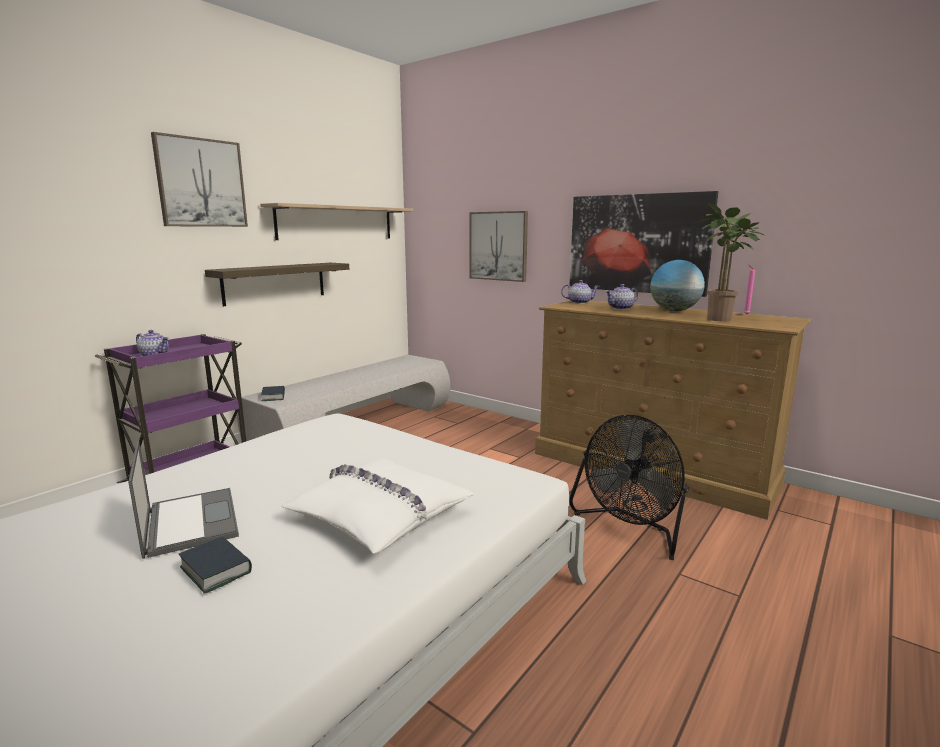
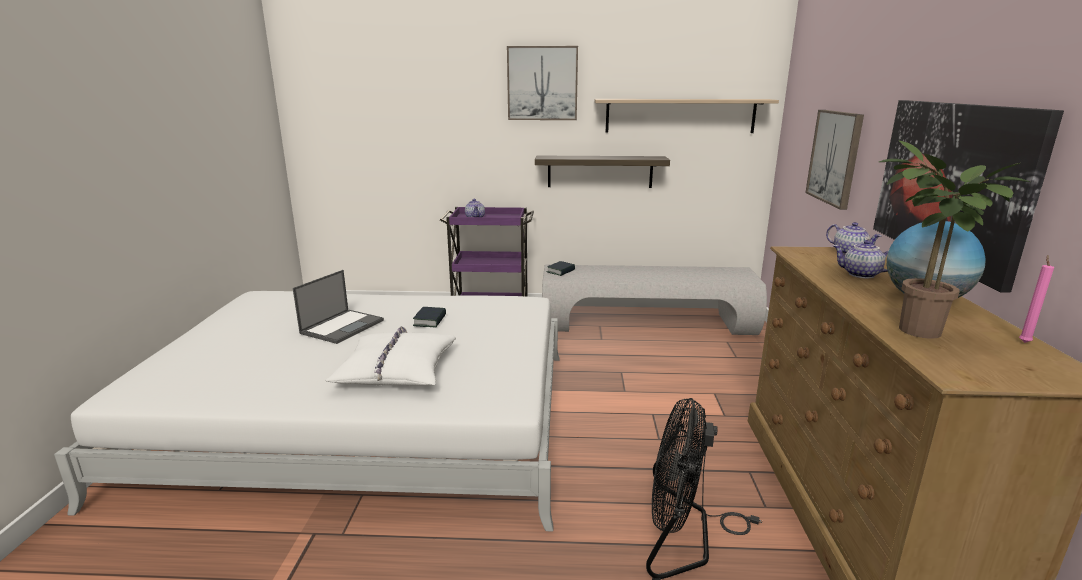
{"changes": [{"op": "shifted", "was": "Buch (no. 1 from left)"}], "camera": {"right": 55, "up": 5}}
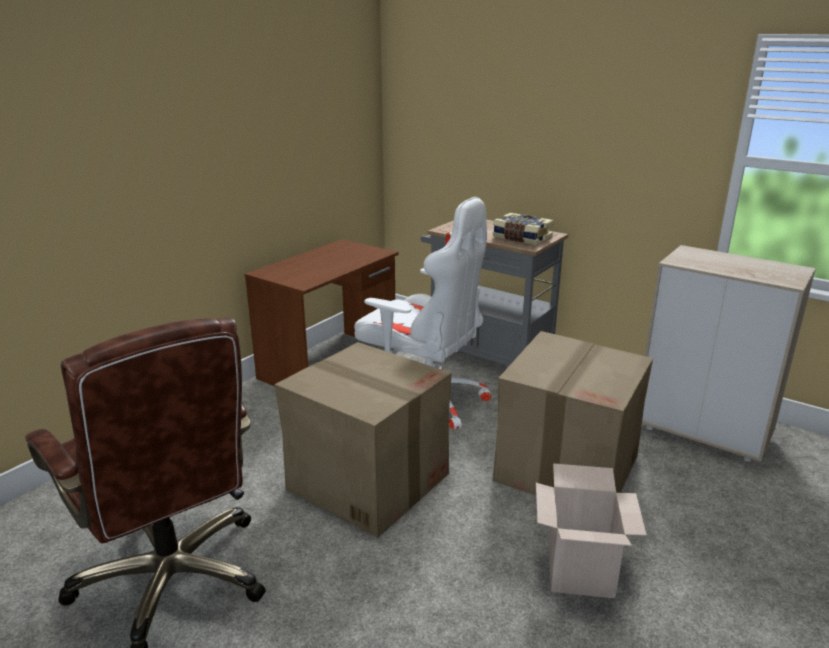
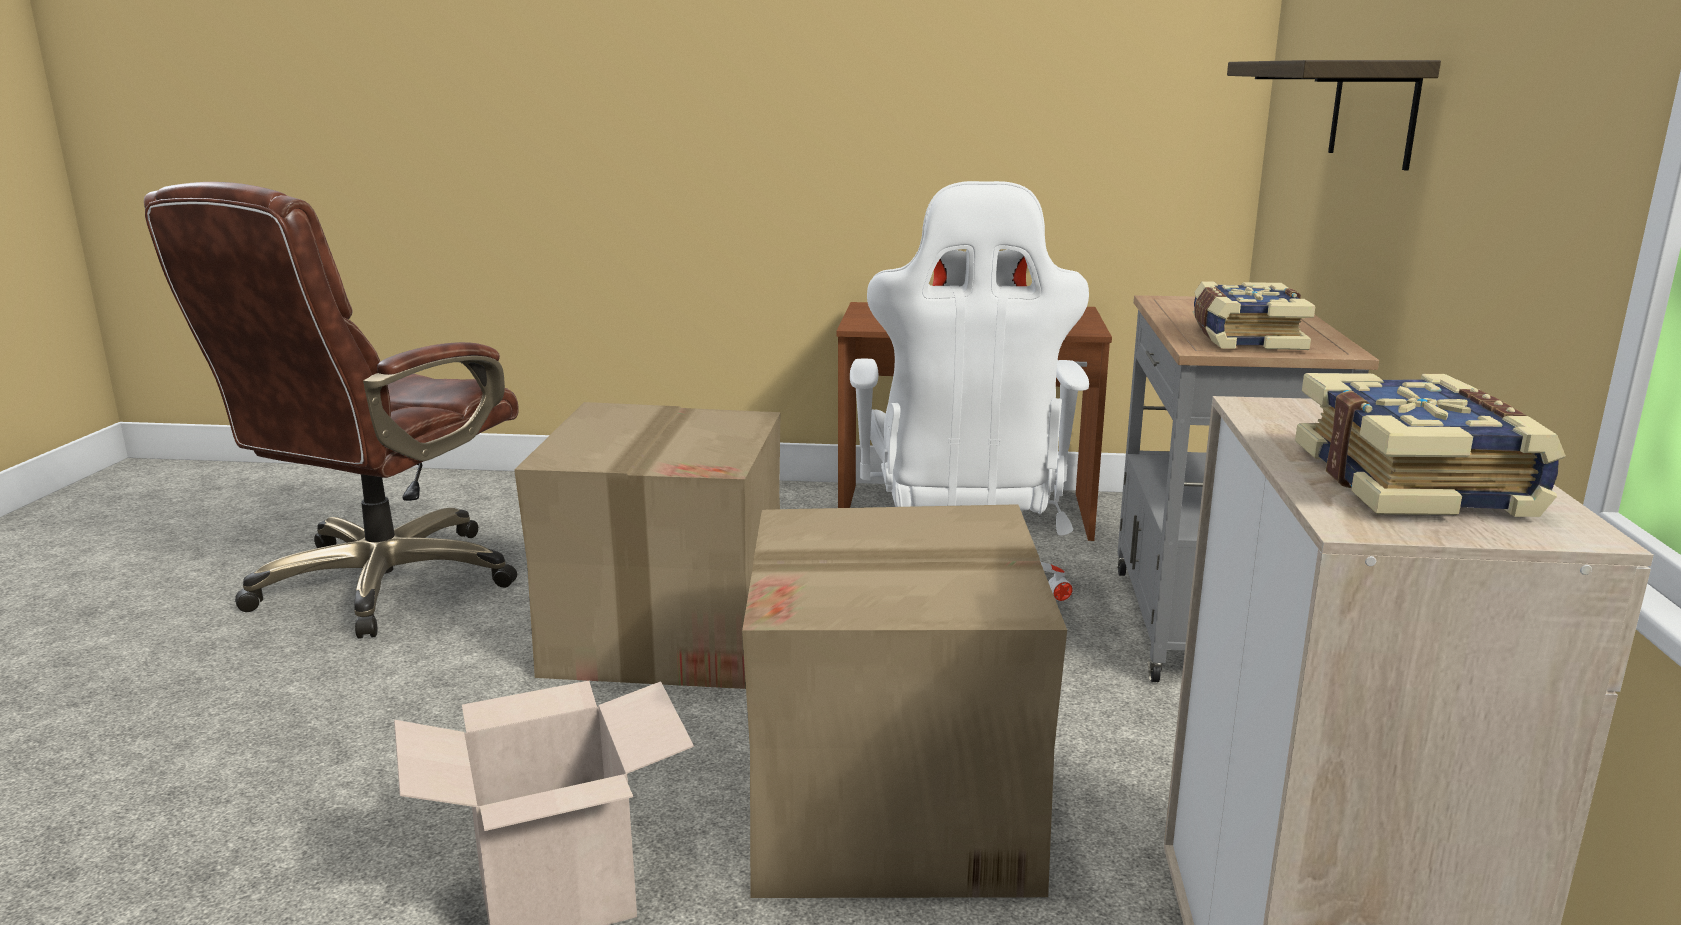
{"changes": [{"op": "new", "now": "Wandregal"}, {"op": "new", "now": "Buch (no. 2 from left)"}], "camera": {"right": 60, "up": -5}}
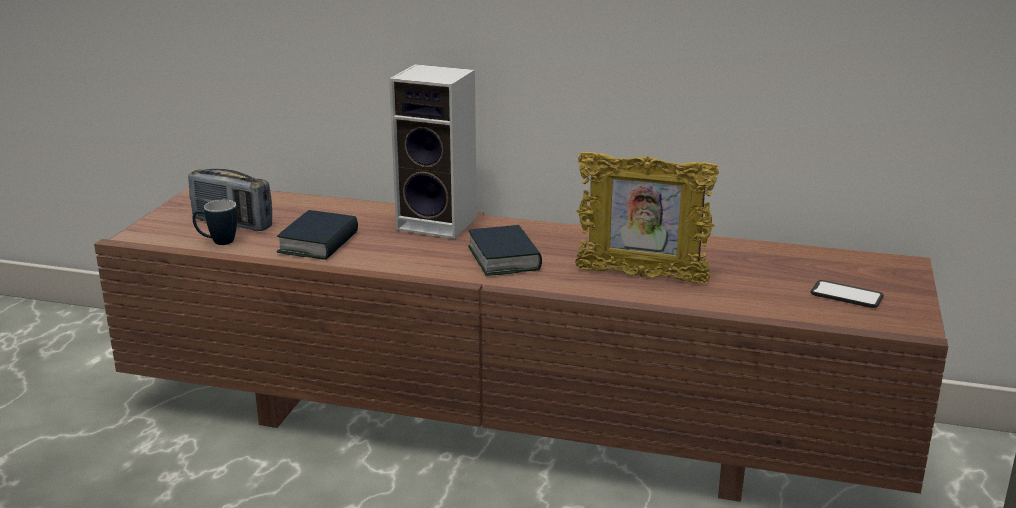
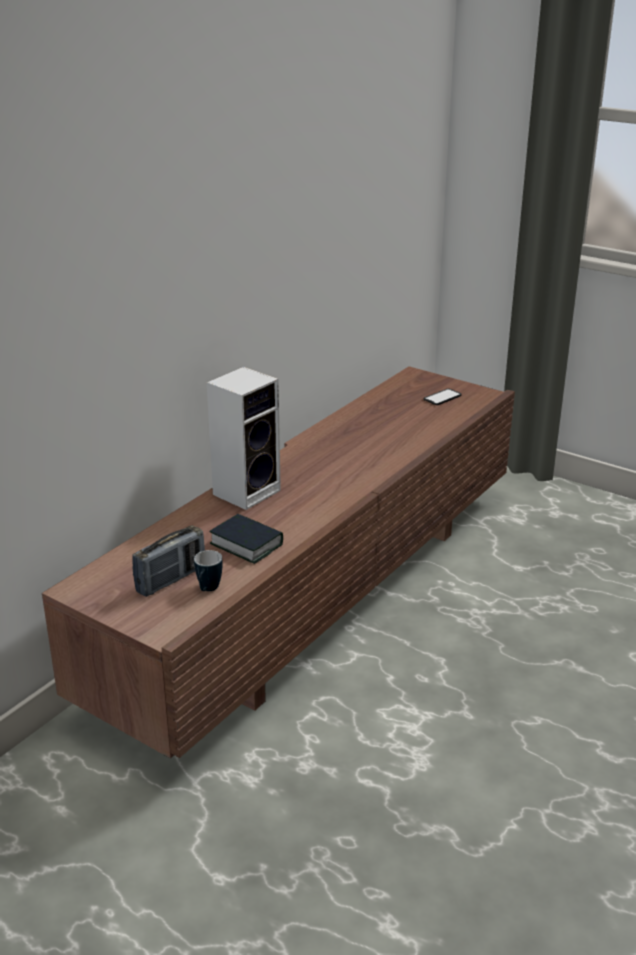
{"changes": [{"op": "gone", "was": "Buch (no. 2 from left)"}, {"op": "gone", "was": "Bilderrahmen"}], "camera": {"right": -70, "up": 5}}
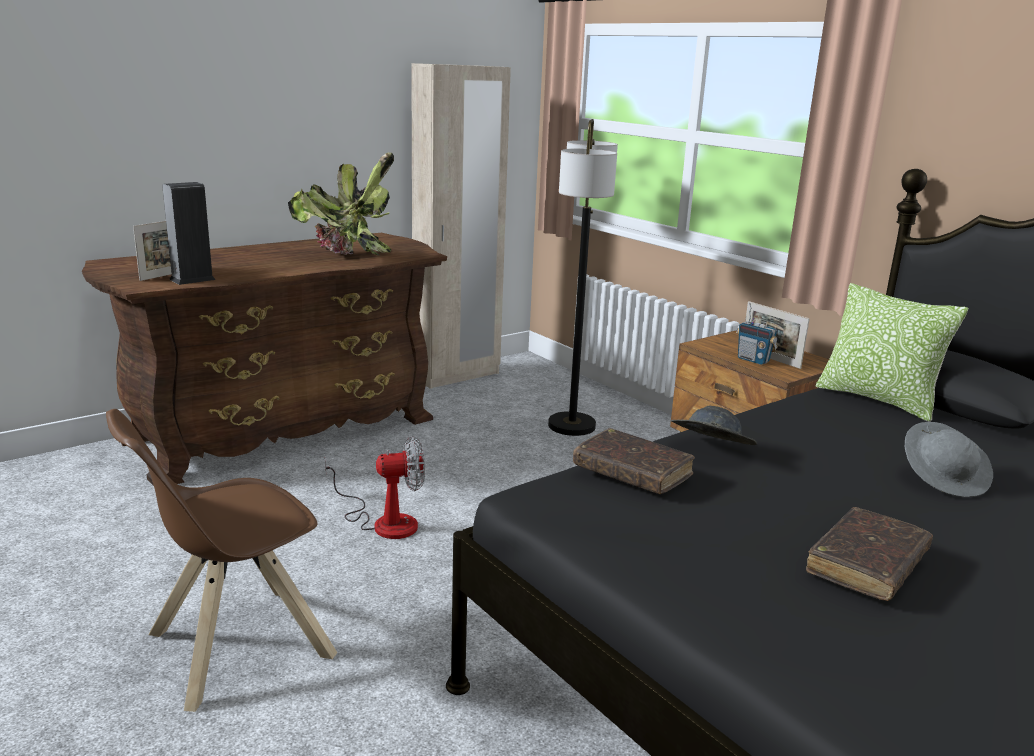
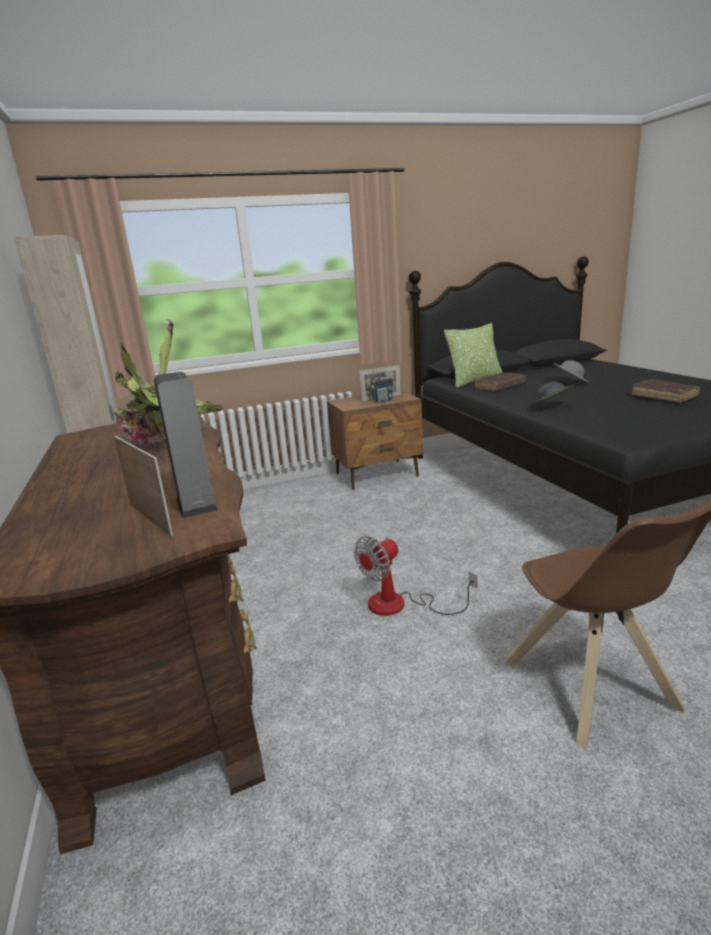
{"changes": [{"op": "rotated", "was": "Ventilator", "clockwise": -135}, {"op": "shifted", "was": "Buch (braun) (no. 1 from left)"}, {"op": "gone", "was": "Stehlampe"}], "camera": {"right": -70, "up": 0}}
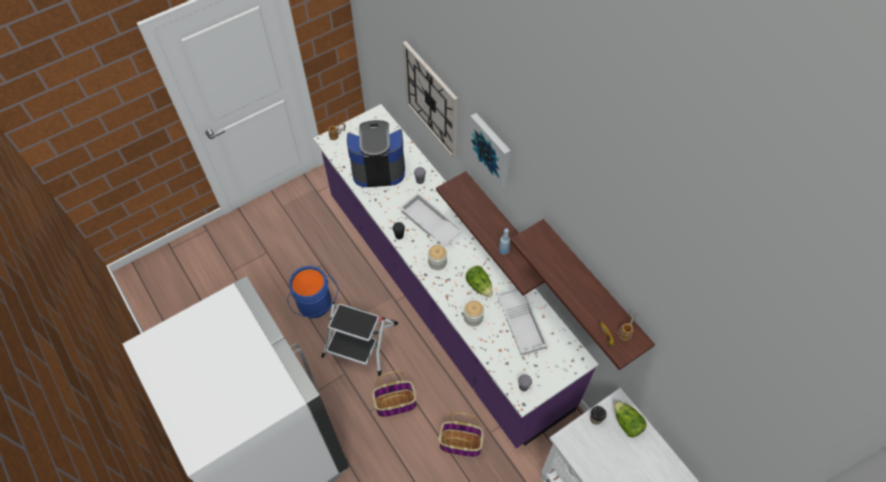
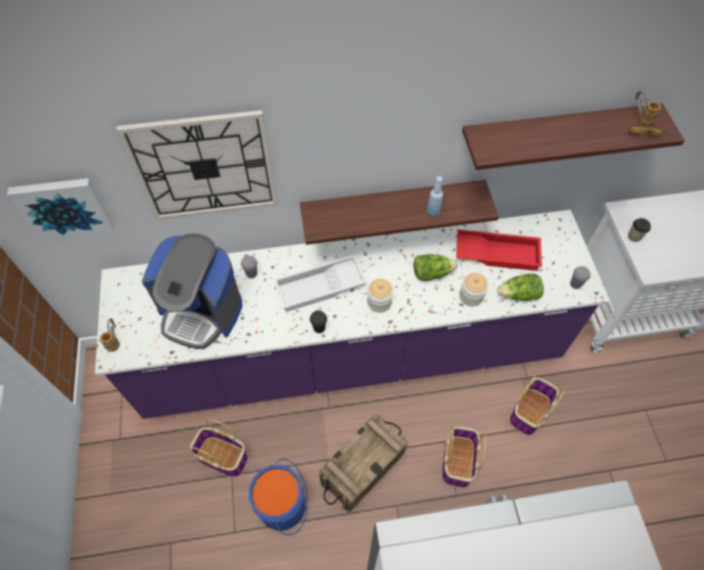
{"changes": [{"op": "shifted", "was": "Bild"}, {"op": "rotated", "was": "Kaffeemaschine", "clockwise": -90}, {"op": "new", "now": "Korb (no. 1 from left)"}, {"op": "swapped", "was": "Trittleiter", "now": "Kiste"}, {"op": "repainted", "was": "Tablett (weiß) (no. 2 from left)", "now": "Tablett (rot)"}, {"op": "shifted", "was": "Salatkopf (no. 2 from left)"}], "camera": {"right": -65, "up": 0}}
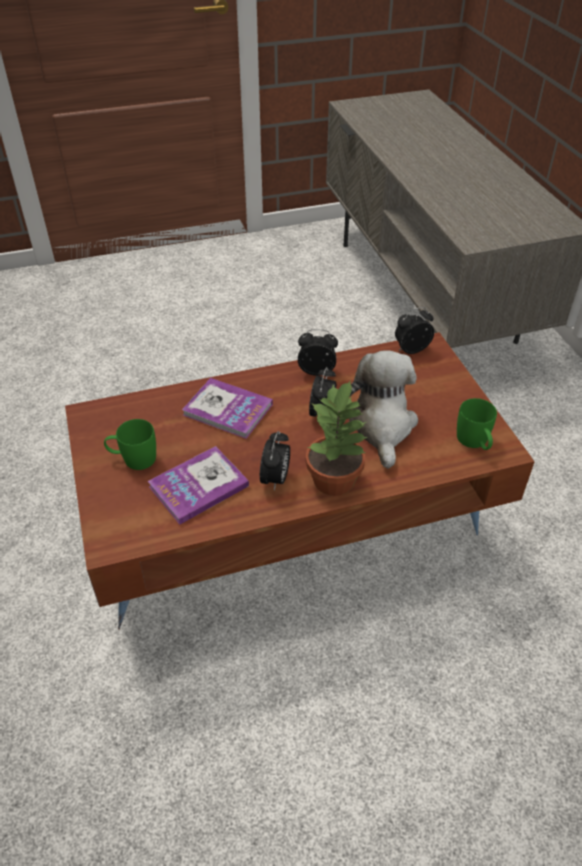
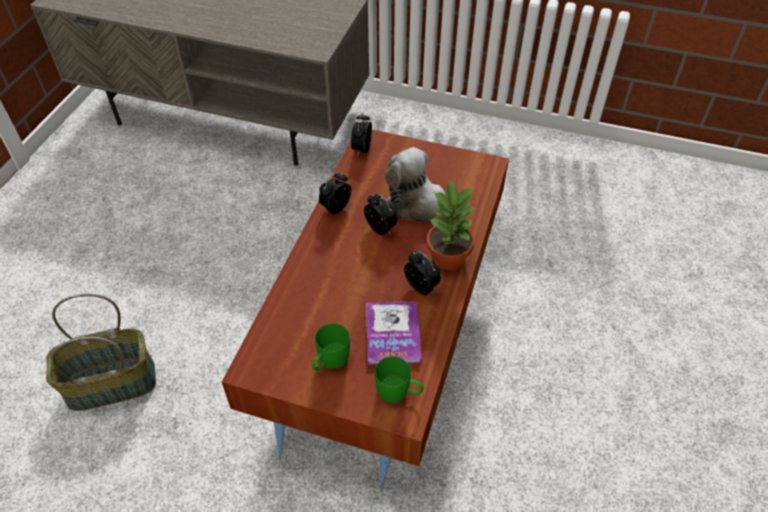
{"changes": [{"op": "new", "now": "Korb"}, {"op": "shifted", "was": "Henkelbecher (grün) (no. 2 from left)"}, {"op": "gone", "was": "Buch (no. 2 from left)"}], "camera": {"right": -55, "up": 5}}
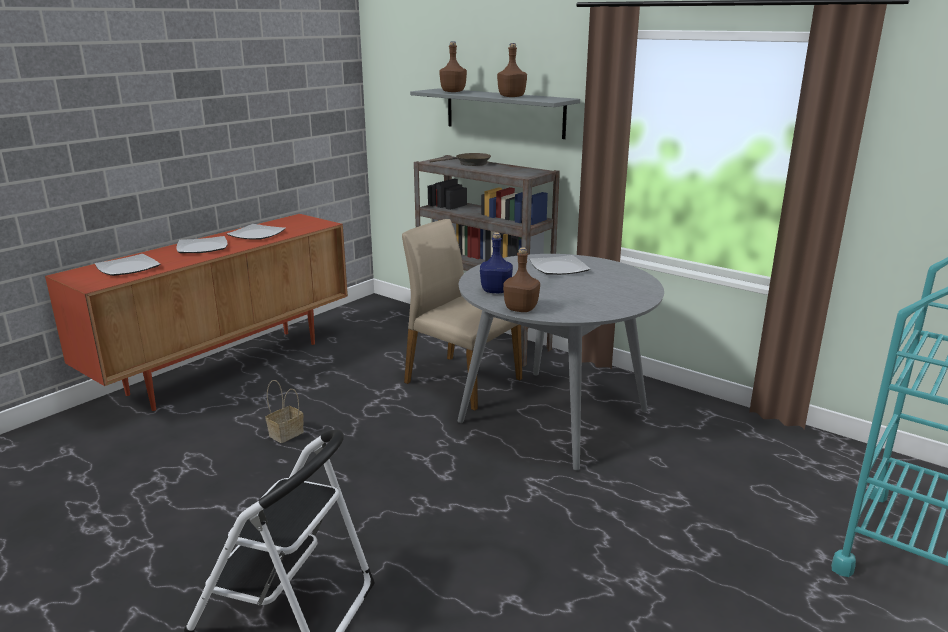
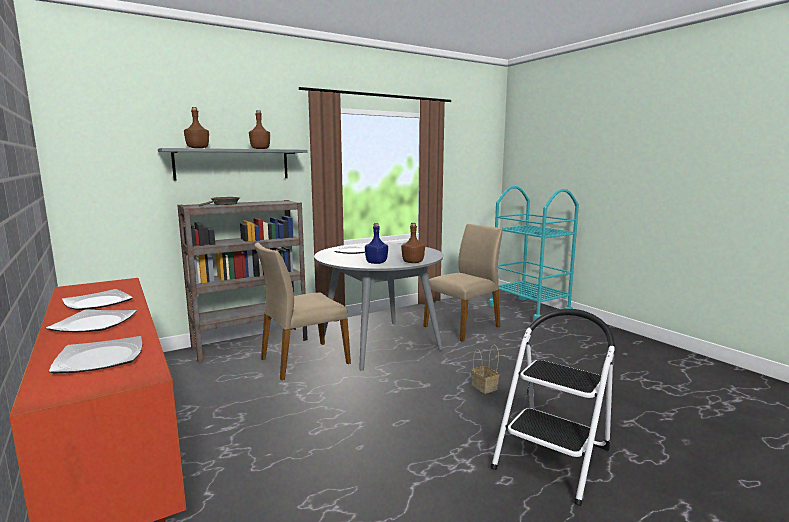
{"changes": [{"op": "new", "now": "Stuhl (beige) (no. 2 from left)"}, {"op": "shifted", "was": "Korb"}], "camera": {"right": -70, "up": -10}}
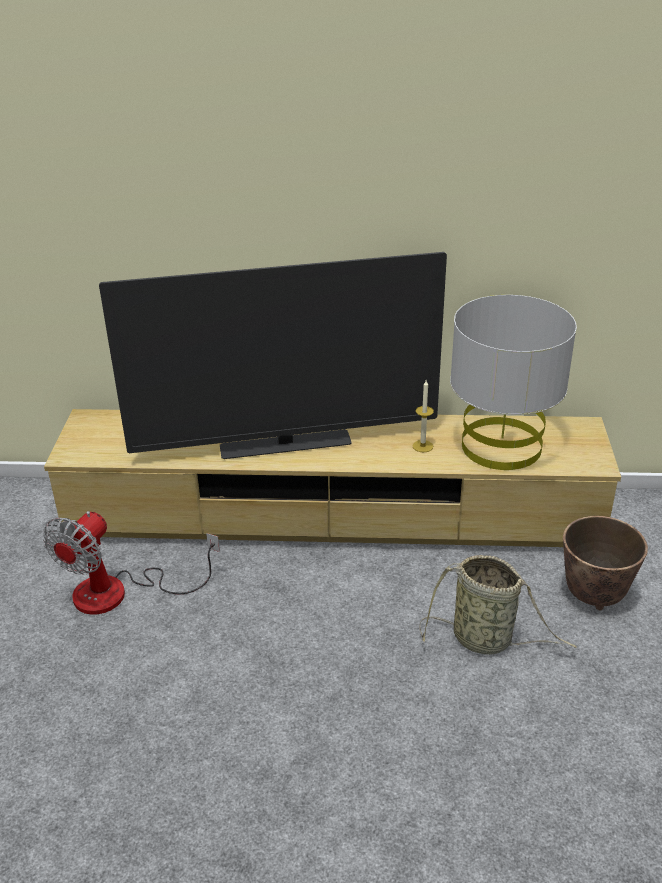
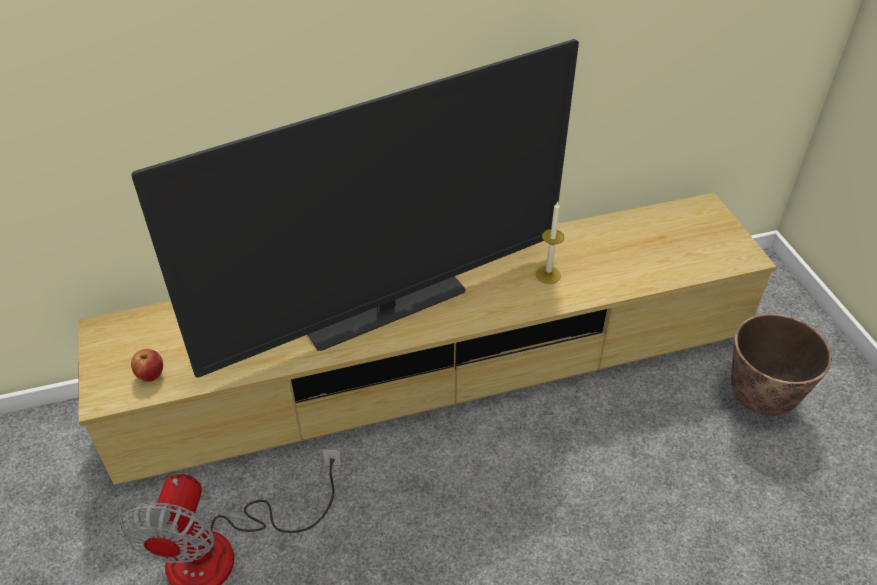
{"changes": [{"op": "new", "now": "Apfel"}, {"op": "gone", "was": "Korb"}, {"op": "gone", "was": "Tischlampe (grau)"}], "camera": {"right": -20, "up": 10}}
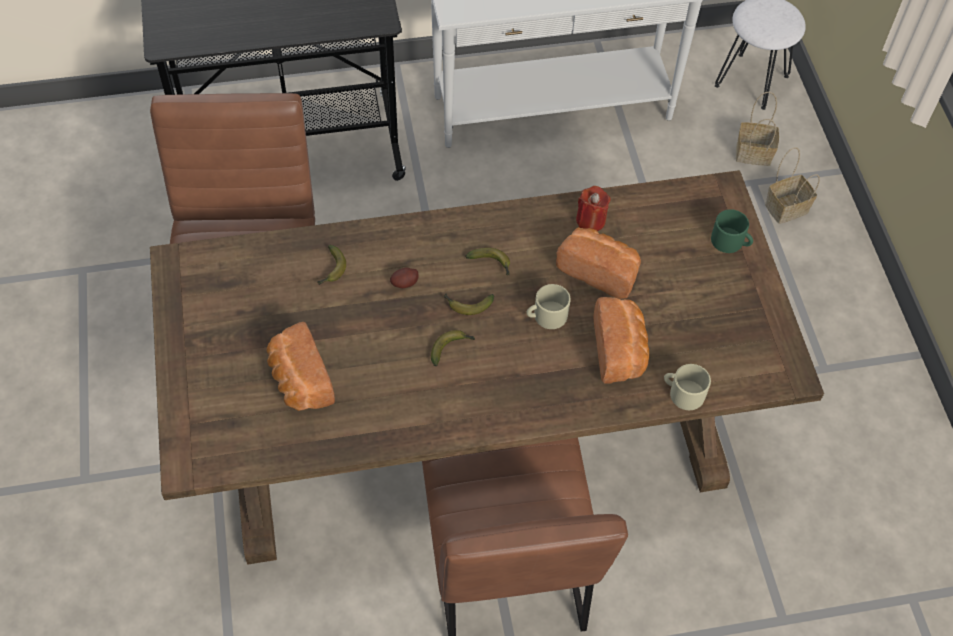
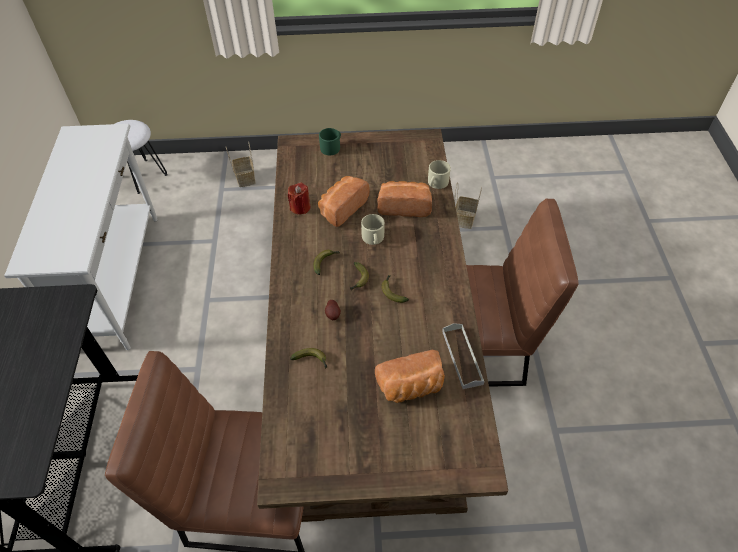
{"changes": [{"op": "new", "now": "Tablett (grau)"}, {"op": "shifted", "was": "Korb (no. 1 from left in the first image)", "now": "Korb (no. 2 from left)"}], "camera": {"right": -80, "up": -5}}
